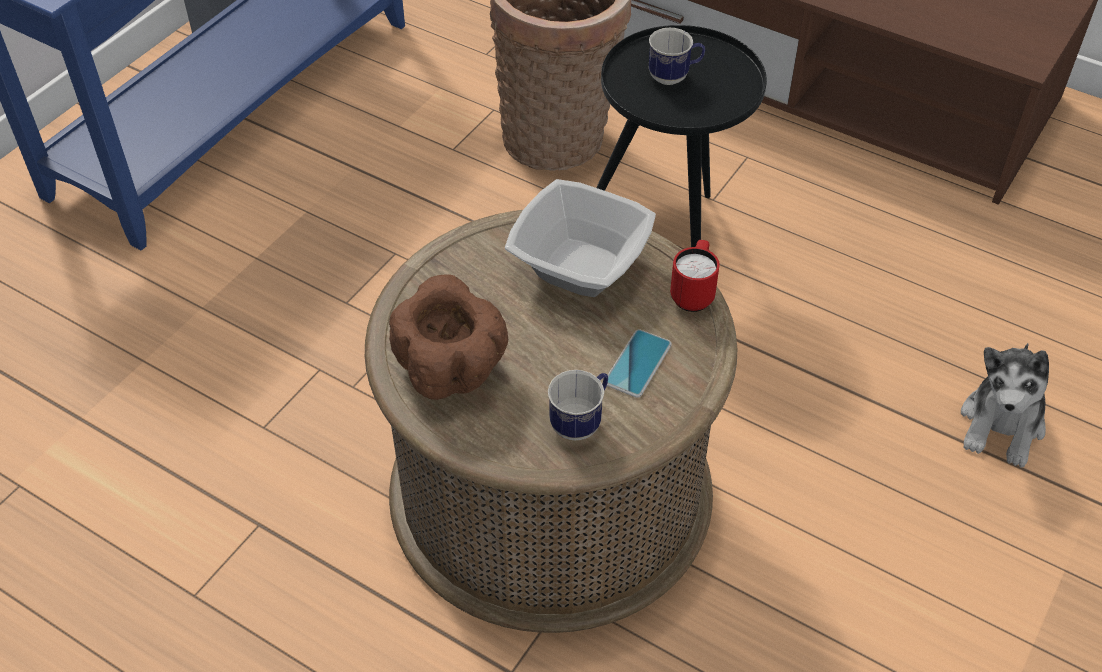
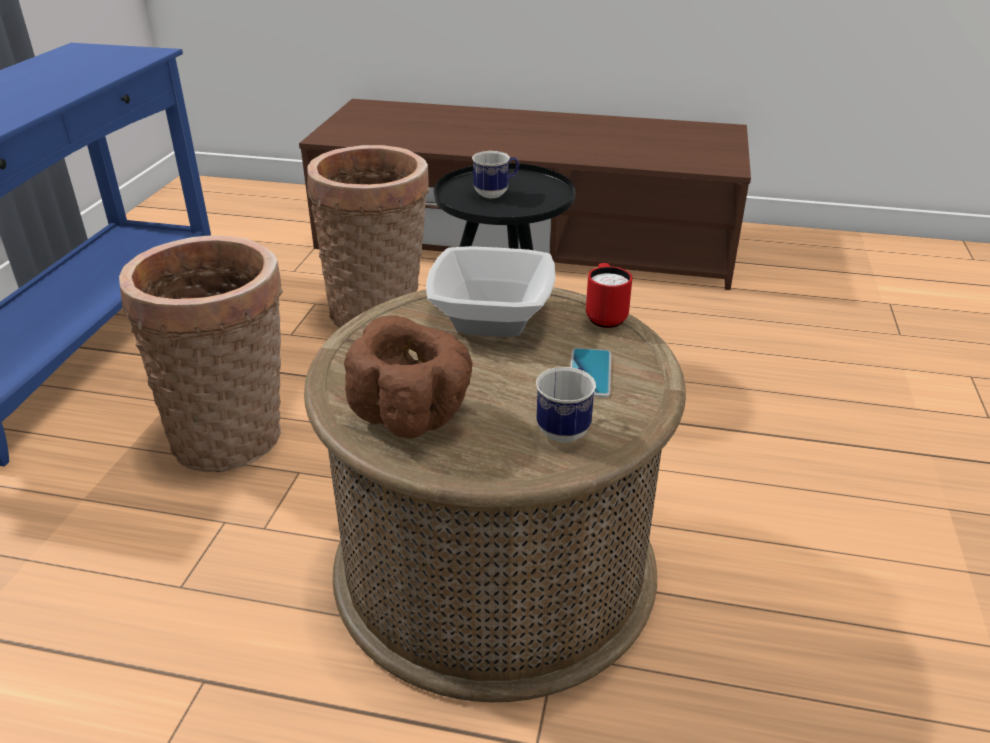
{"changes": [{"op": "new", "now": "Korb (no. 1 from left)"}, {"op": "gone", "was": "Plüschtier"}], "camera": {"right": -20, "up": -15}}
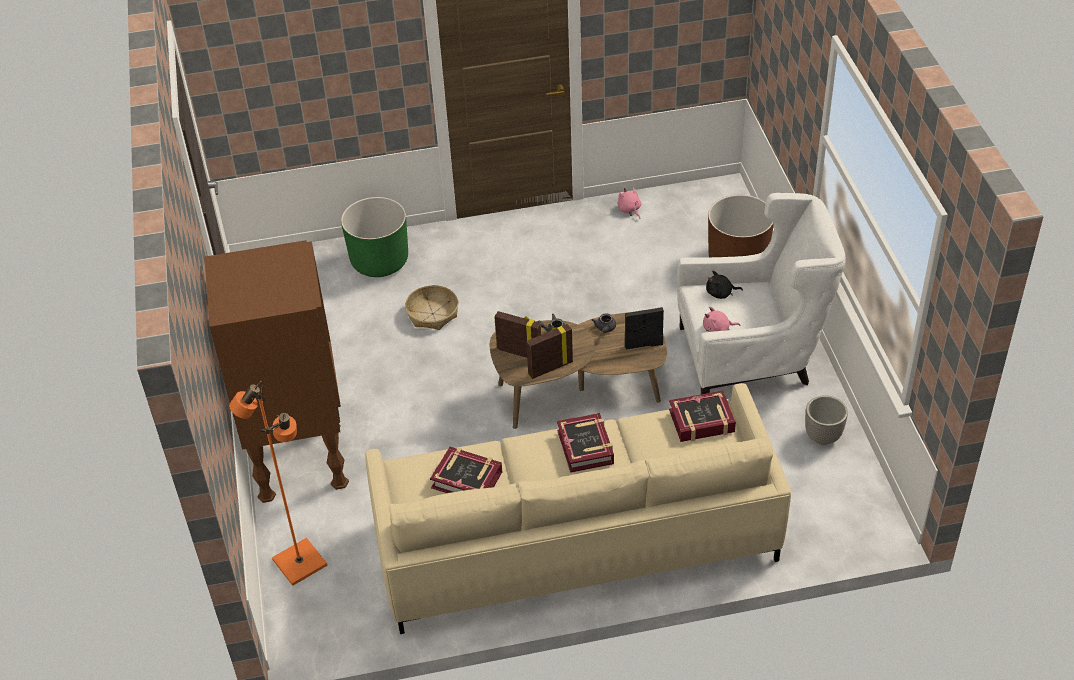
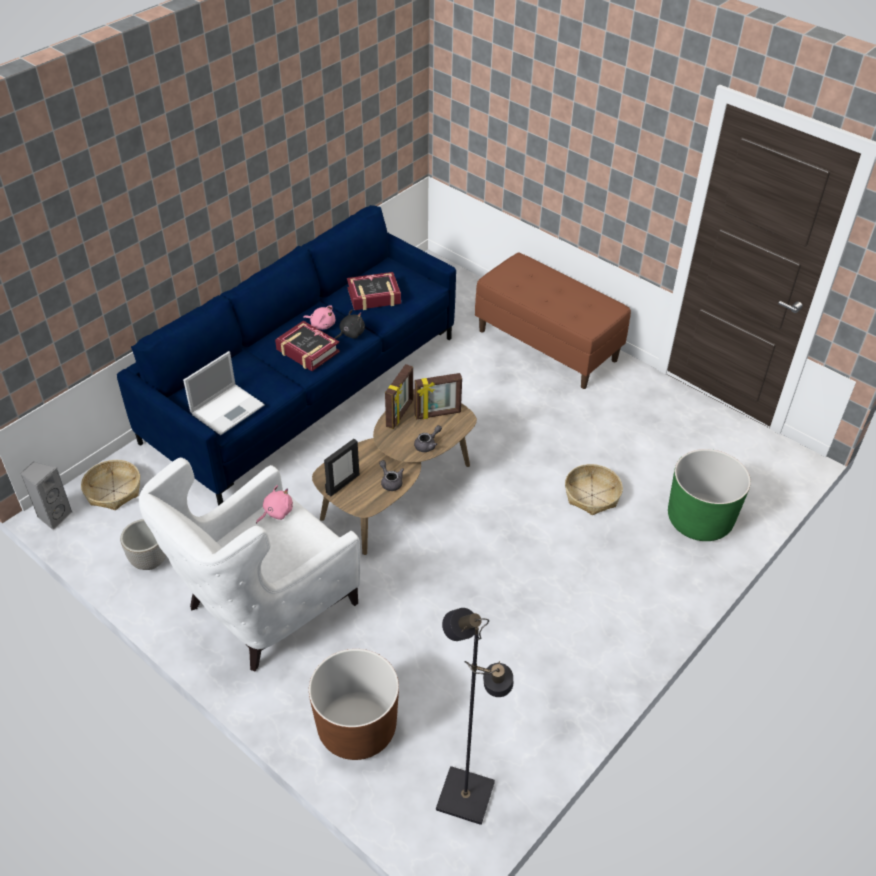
{"changes": [{"op": "new", "now": "Lautsprecher (grau)"}, {"op": "new", "now": "Korb (no. 1 from left)"}, {"op": "repainted", "was": "Sofa (beige)", "now": "Sofa (blau)"}, {"op": "swapped", "was": "Buch (no. 3 from left)", "now": "Laptop"}, {"op": "shifted", "was": "Plüschtier (rosa) (no. 1 from left in the first image)", "now": "Plüschtier (rosa) (no. 2 from left)"}, {"op": "shifted", "was": "Plüschtier (schwarz)"}, {"op": "new", "now": "Stehlampe (schwarz)"}, {"op": "swapped", "was": "Schrank (braun)", "now": "Bank (braun)"}, {"op": "gone", "was": "Stehlampe (orange)"}], "camera": {"right": 140, "up": 0}}
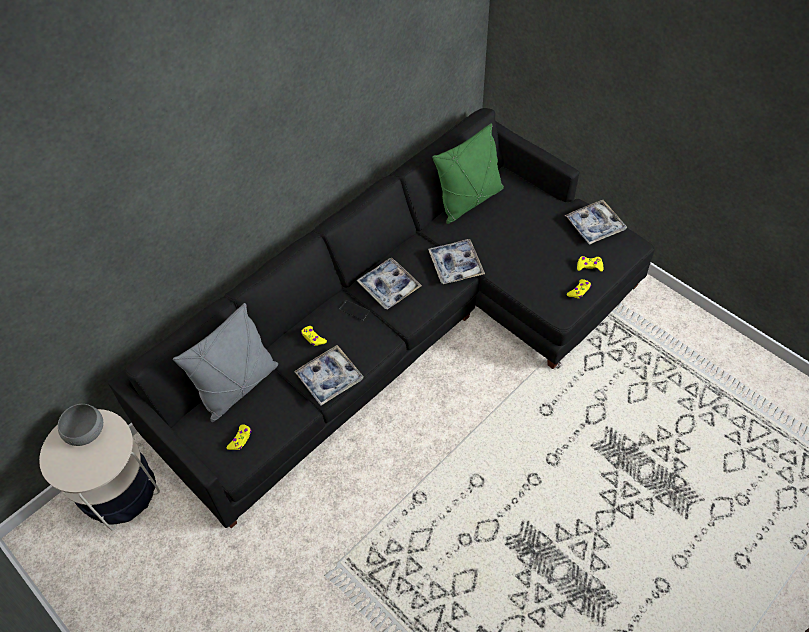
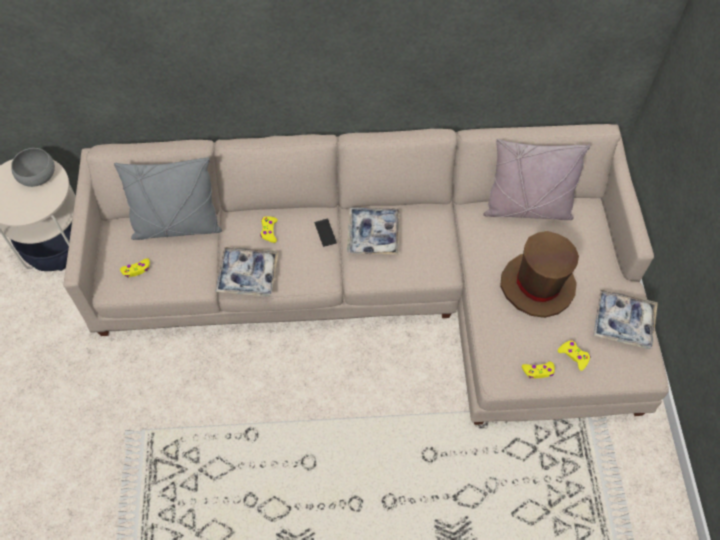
{"changes": [{"op": "repainted", "was": "Sofa (schwarz)", "now": "Sofa (beige)"}, {"op": "repainted", "was": "Kissen (grün)", "now": "Kissen (lila)"}, {"op": "new", "now": "Hut (braun)"}, {"op": "gone", "was": "Tablett (no. 3 from left)"}], "camera": {"right": 40, "up": 5}}
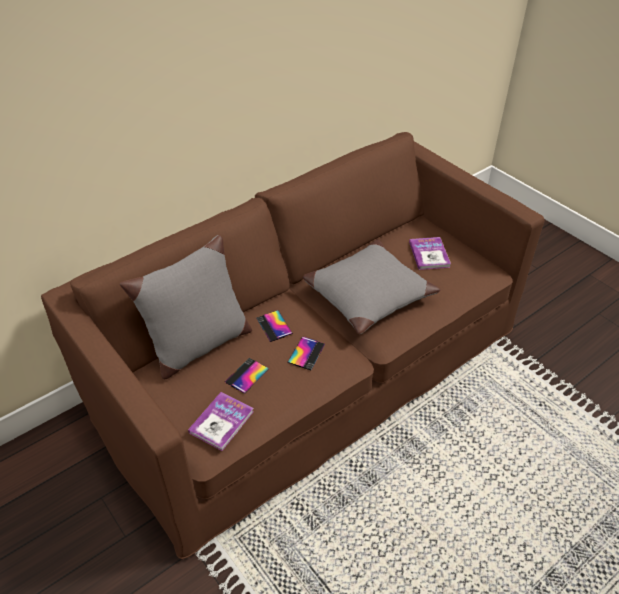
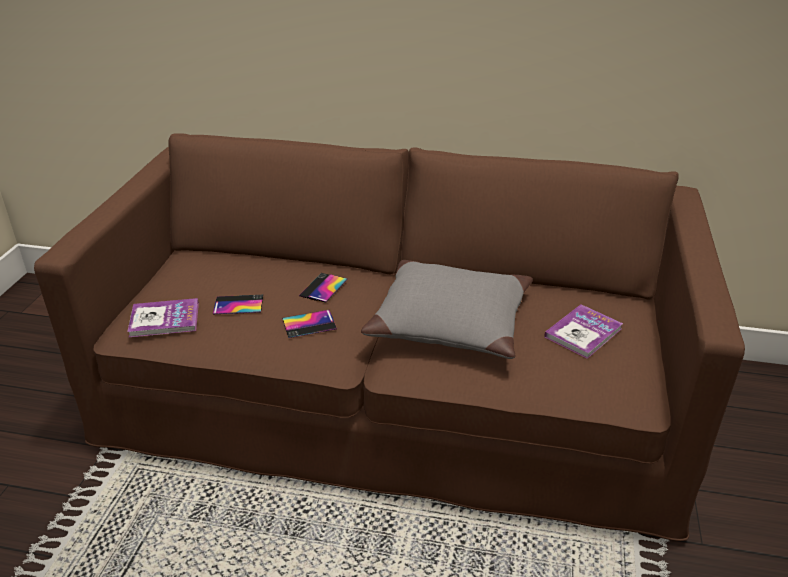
{"changes": [{"op": "gone", "was": "Kissen (grau) (no. 1 from left)"}], "camera": {"right": 50, "up": -10}}
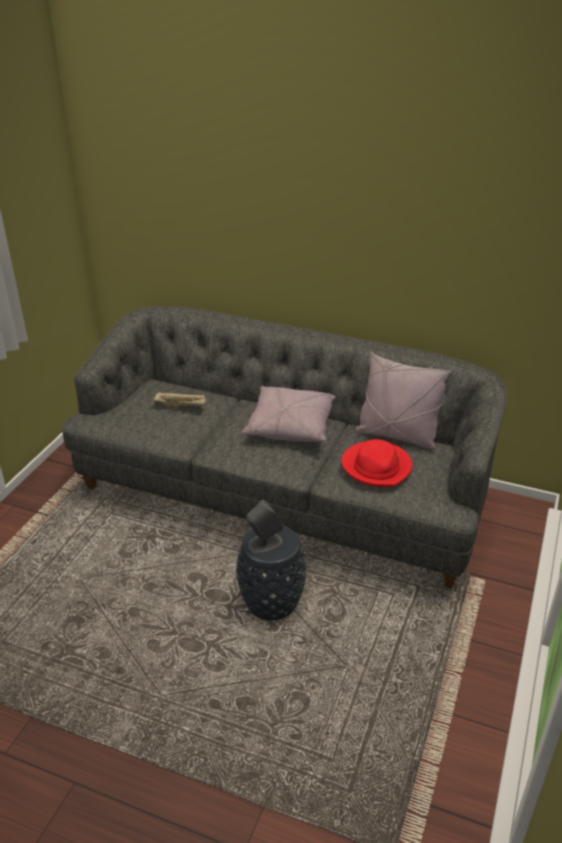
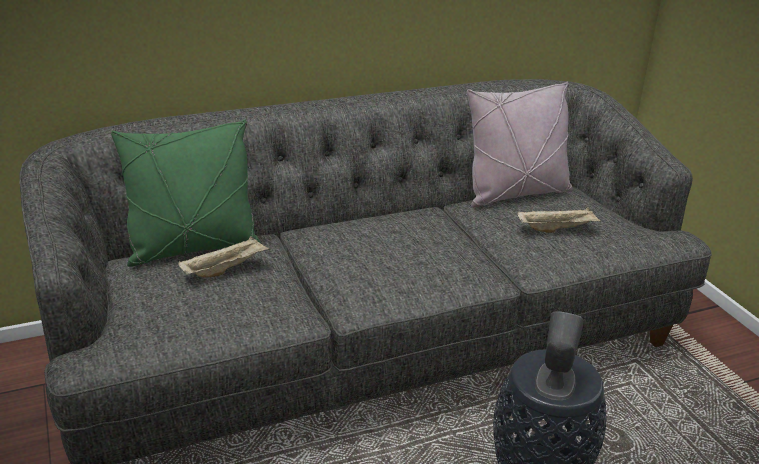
{"changes": [{"op": "new", "now": "Kissen (grün)"}, {"op": "swapped", "was": "Hut (rot)", "now": "Tablett (beige) (no. 2 from left)"}, {"op": "gone", "was": "Kissen (lila) (no. 1 from left)"}], "camera": {"right": -45, "up": -5}}
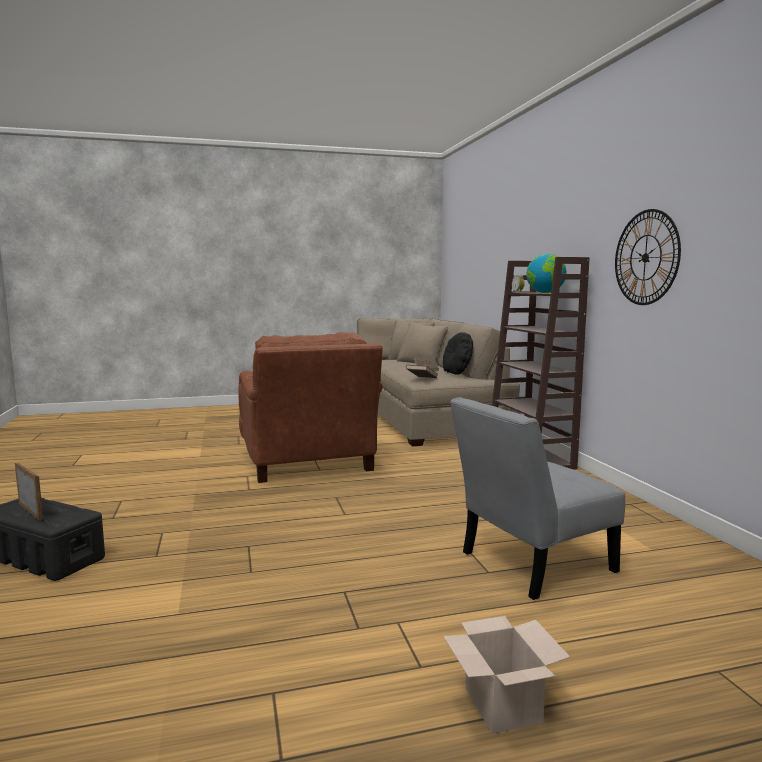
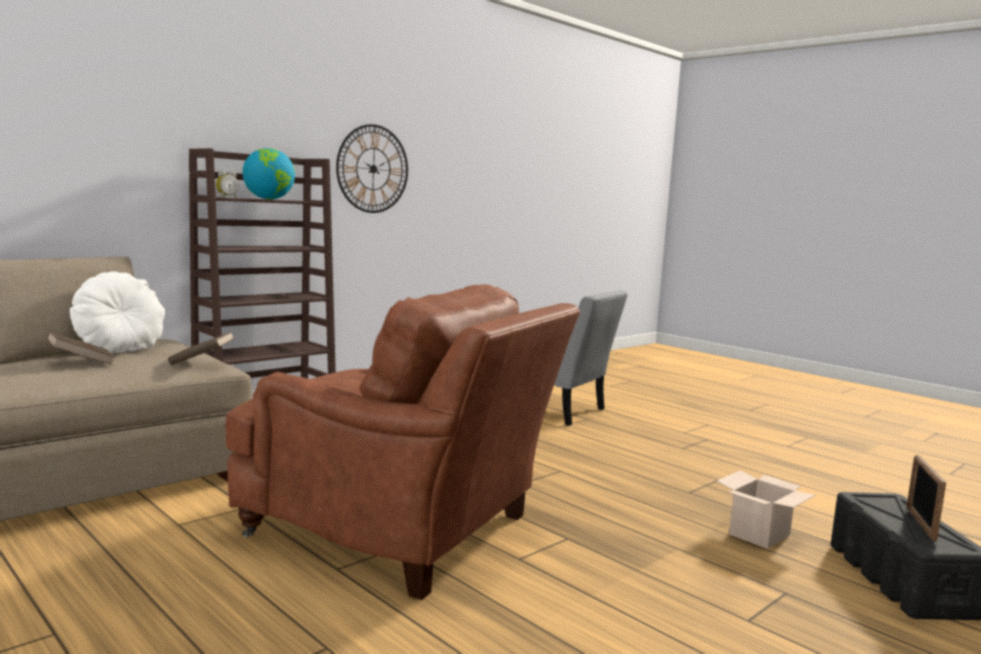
{"changes": [{"op": "repainted", "was": "Kissen (schwarz)", "now": "Kissen (weiß)"}, {"op": "rotated", "was": "Sessel (braun)", "clockwise": 75}, {"op": "shifted", "was": "Karton"}], "camera": {"right": -120, "up": 0}}
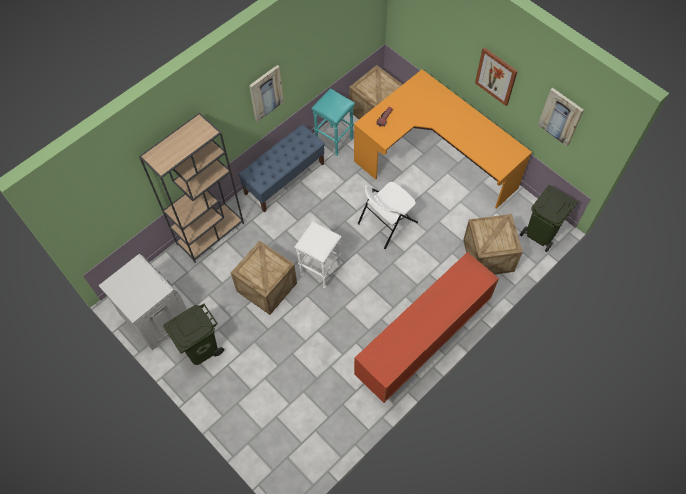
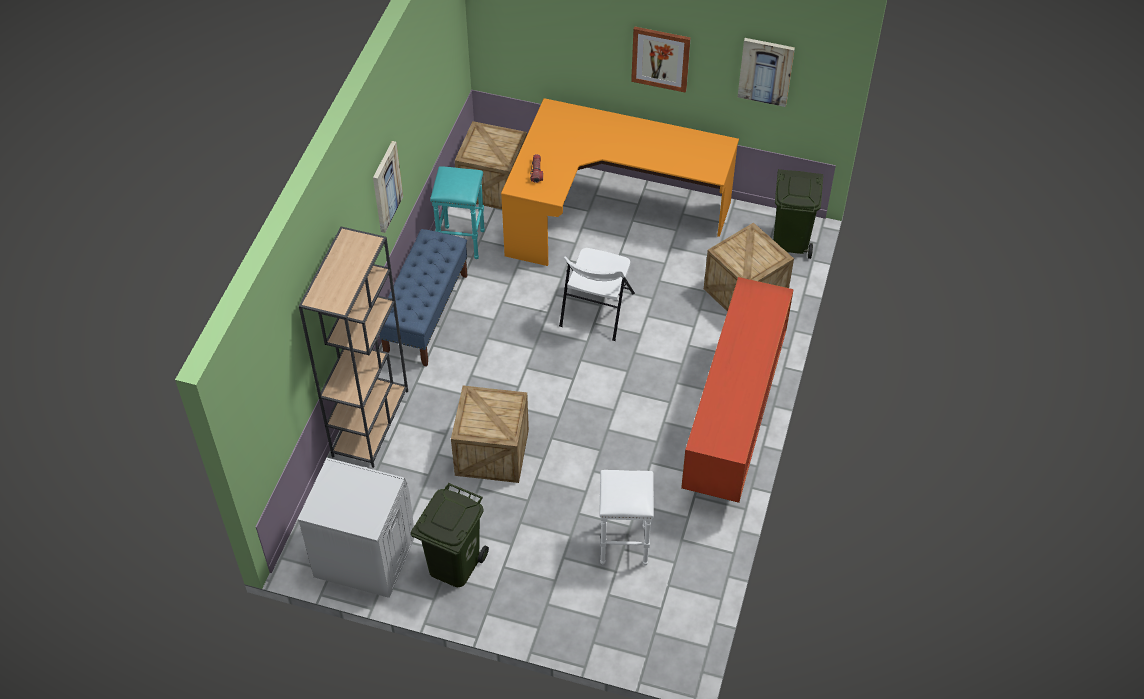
{"changes": [{"op": "shifted", "was": "Hocker (weiß)"}], "camera": {"right": -30, "up": -10}}
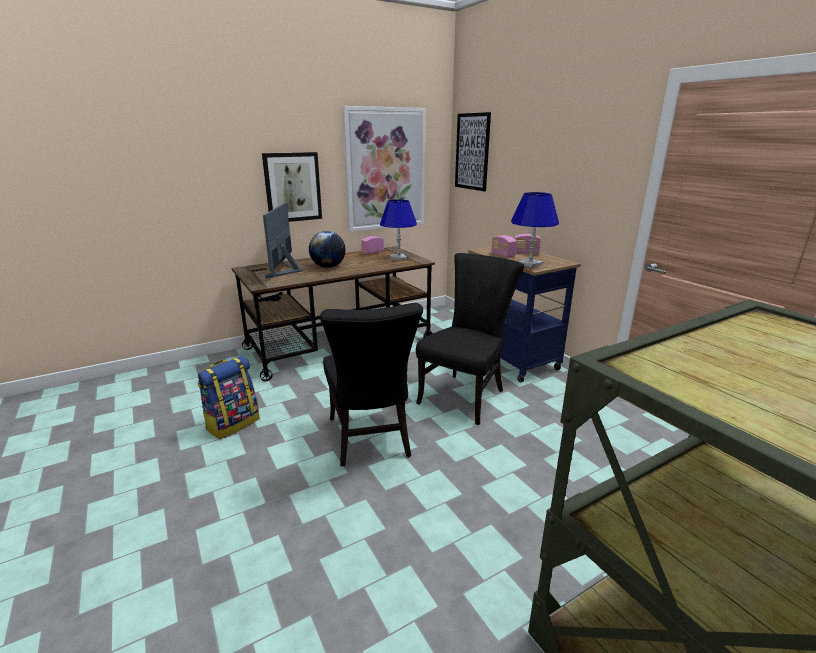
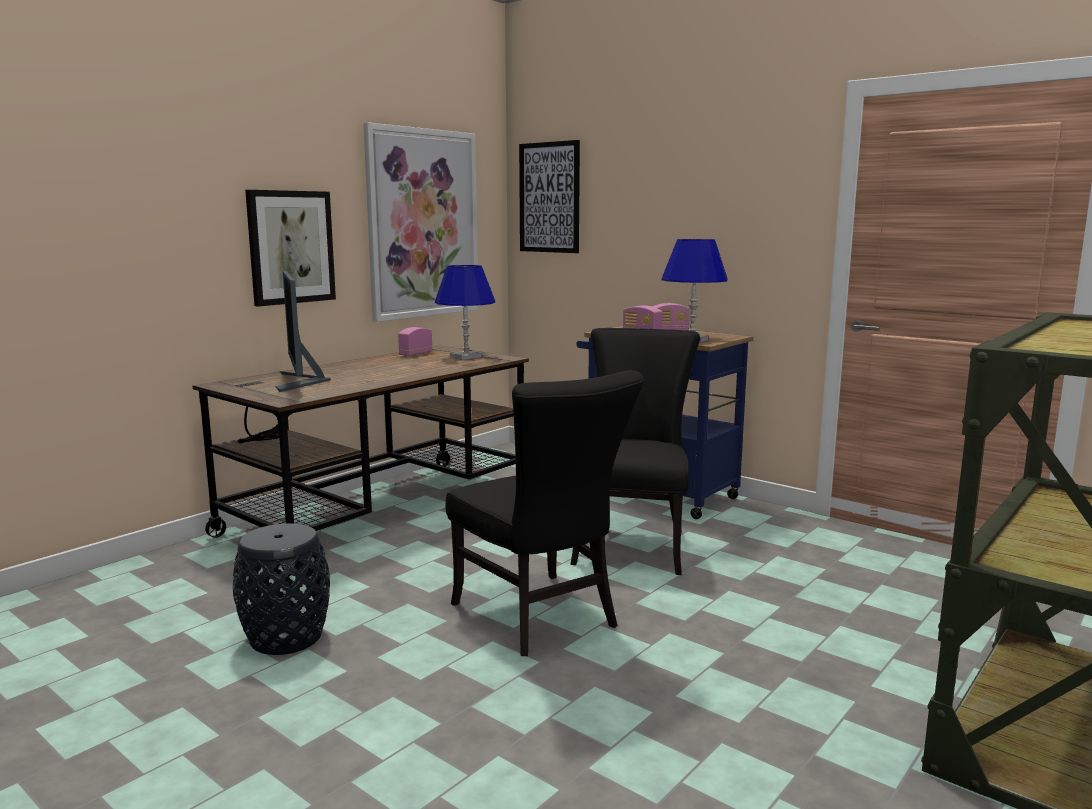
{"changes": [{"op": "swapped", "was": "Rucksack", "now": "Hocker (schwarz)"}, {"op": "gone", "was": "Globus"}], "camera": {"right": -20, "up": -10}}
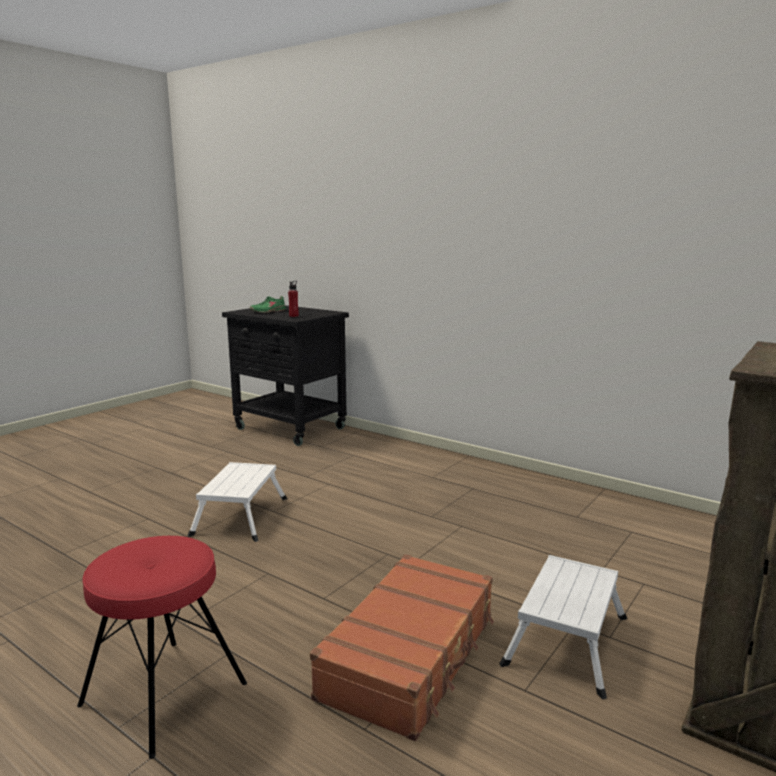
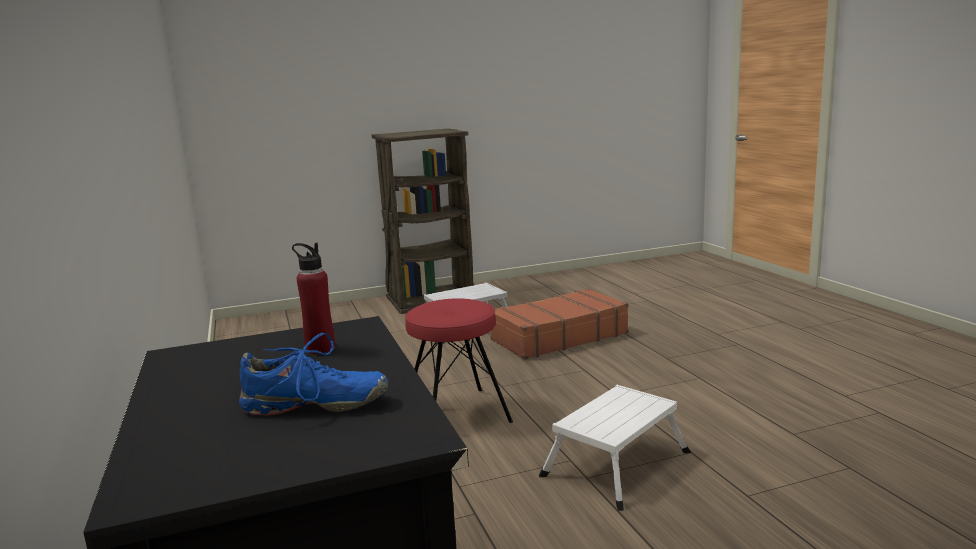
{"changes": [{"op": "repainted", "was": "Schuh (grün)", "now": "Schuh (blau)"}, {"op": "shifted", "was": "Hocker (rot)"}], "camera": {"right": -145, "up": 0}}
